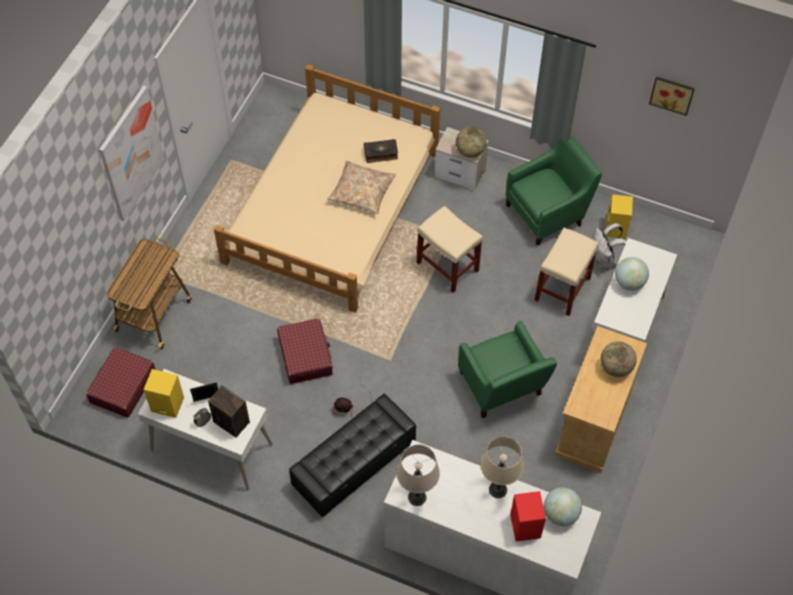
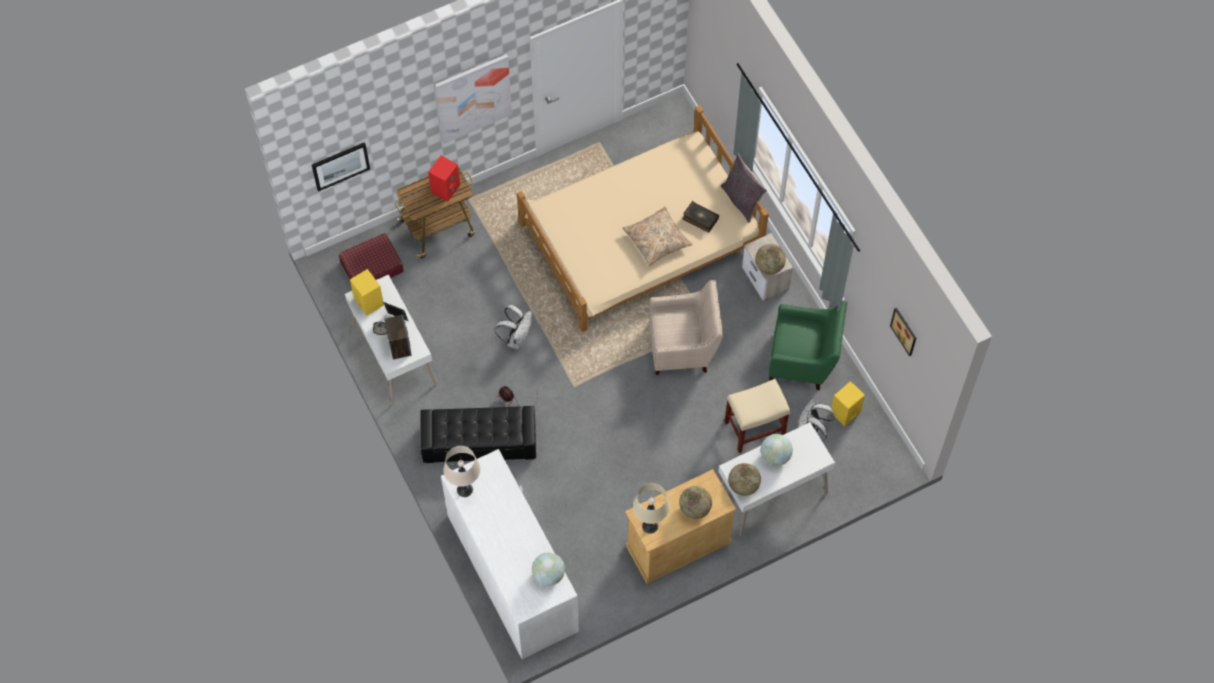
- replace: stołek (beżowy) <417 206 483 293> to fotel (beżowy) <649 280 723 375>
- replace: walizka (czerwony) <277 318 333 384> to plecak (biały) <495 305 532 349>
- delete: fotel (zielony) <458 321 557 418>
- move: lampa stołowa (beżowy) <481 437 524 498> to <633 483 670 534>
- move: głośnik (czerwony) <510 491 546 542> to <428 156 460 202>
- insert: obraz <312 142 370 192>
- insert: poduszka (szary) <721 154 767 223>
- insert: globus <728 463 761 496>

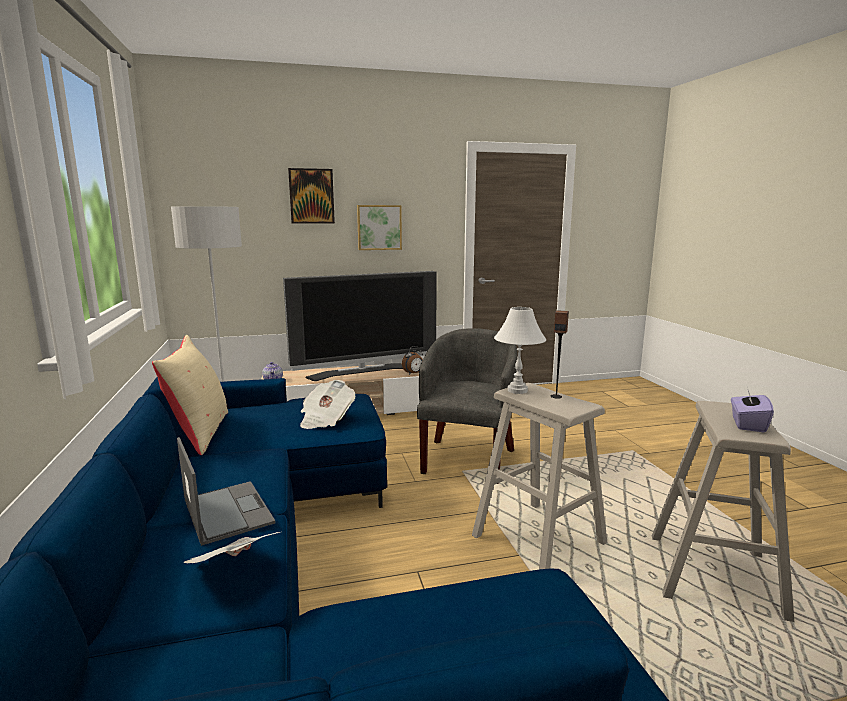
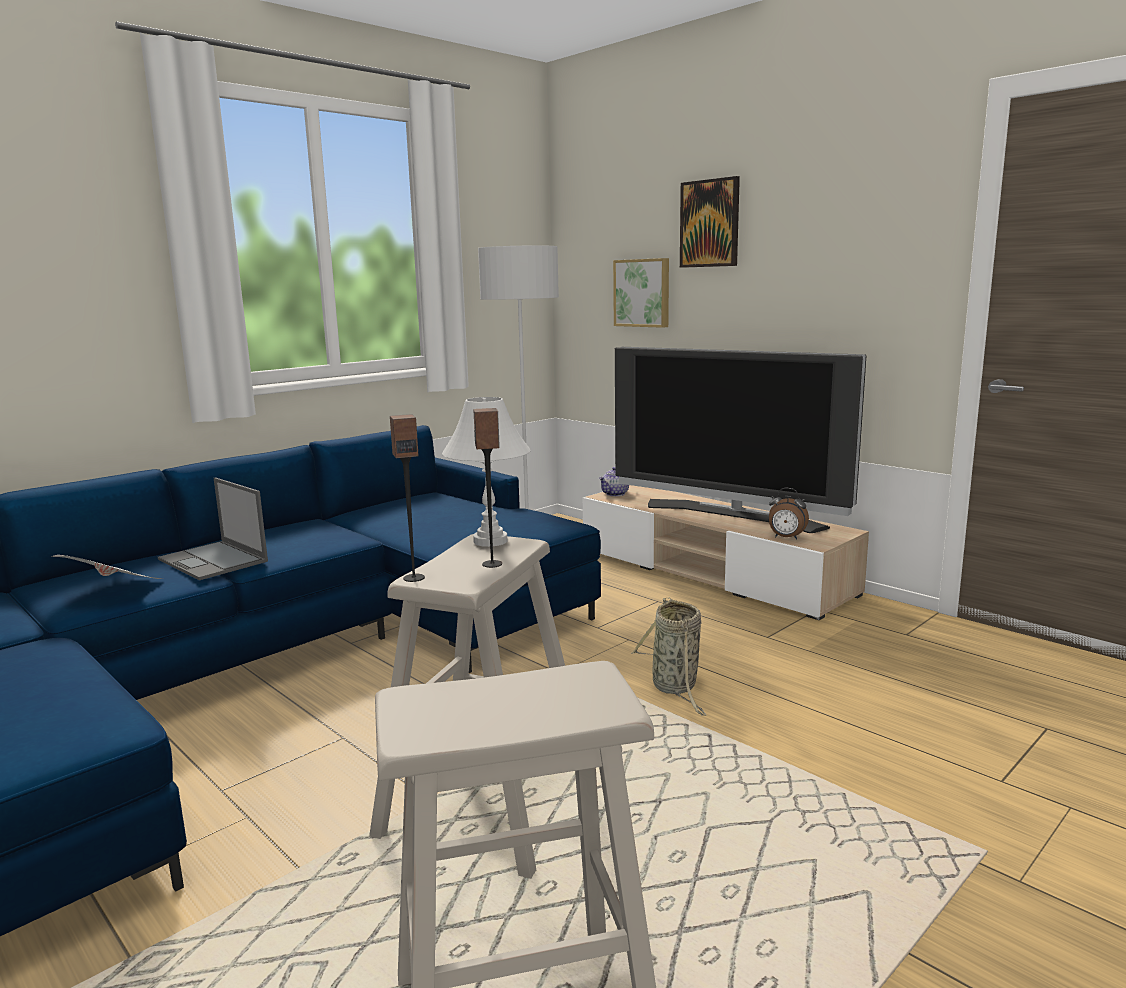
- move: obraz <357 205 402 250> to <613 258 669 328>
- replace: fotel (szary) <417 328 518 484> to koszyk <631 598 707 716>
- delete: poduszka (beżowy) <152 335 228 455>
- delete: gazeta <300 380 356 429>
- delete: pudełko chusteczek (fioletowy) <731 390 774 432>
- rotate: laptop <177 437 276 546> = <158 478 268 580> 105 degrees clockwise
- insert: głośnik <390 414 425 582>

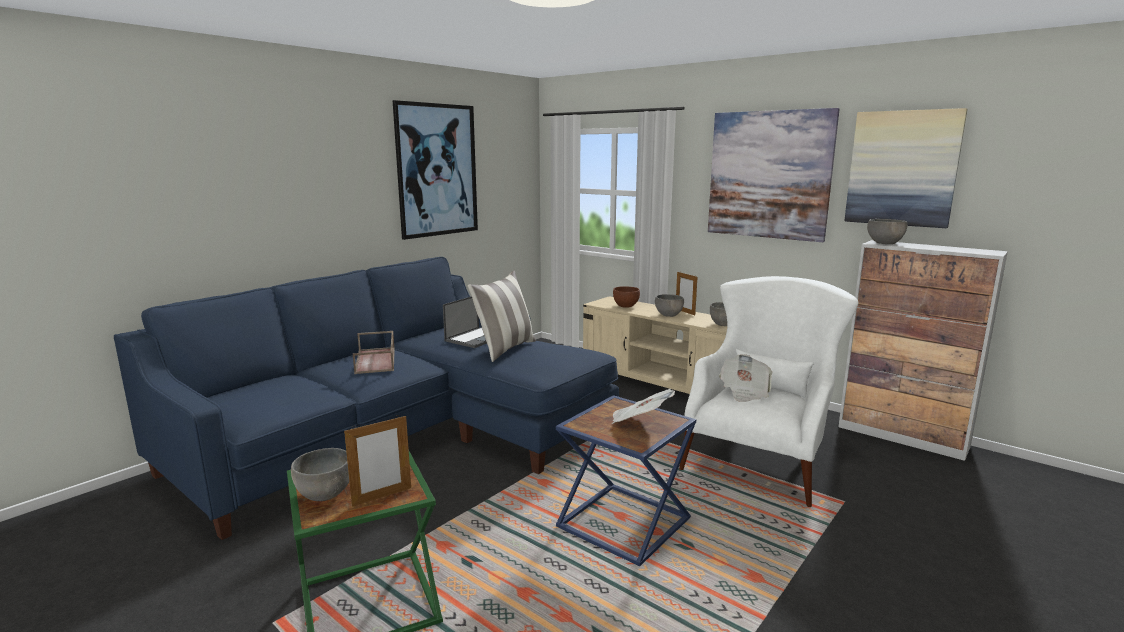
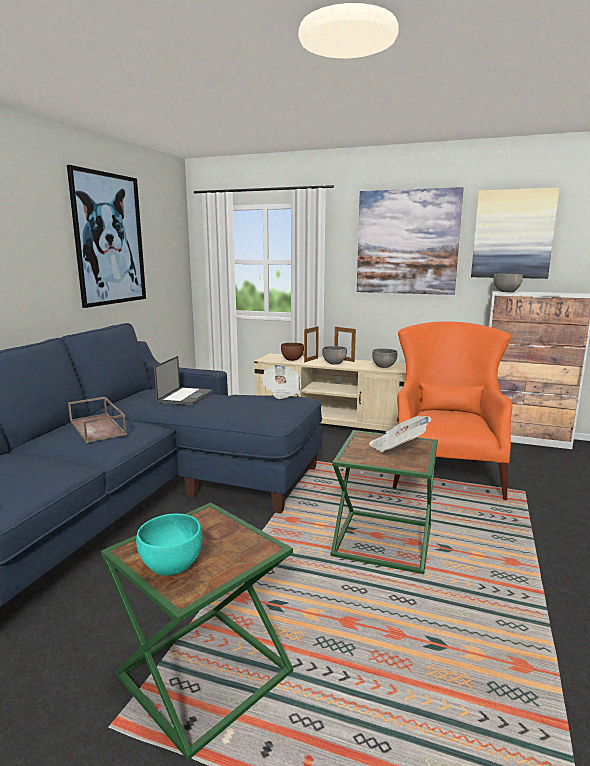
- delete: poduszka <468 271 536 362>
- recolor: fotel (biały) <679 276 859 507> to fotel (pomarańczowy) <393 321 513 500>
- move: gazeta <719 354 772 402> to <261 364 301 399>
- recolor: stolik (niebieski) <556 395 696 566> to stolik (zielony) <330 430 438 574>
- move: ramka na zdjęcie <344 415 411 506> to <304 326 319 363>
- recolor: miska (szary) <291 448 349 501> to miska (turkusowy) <136 513 203 576>

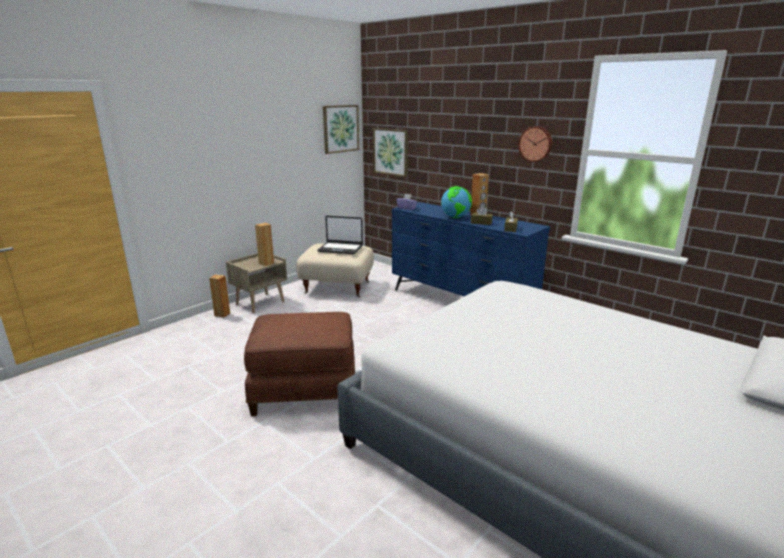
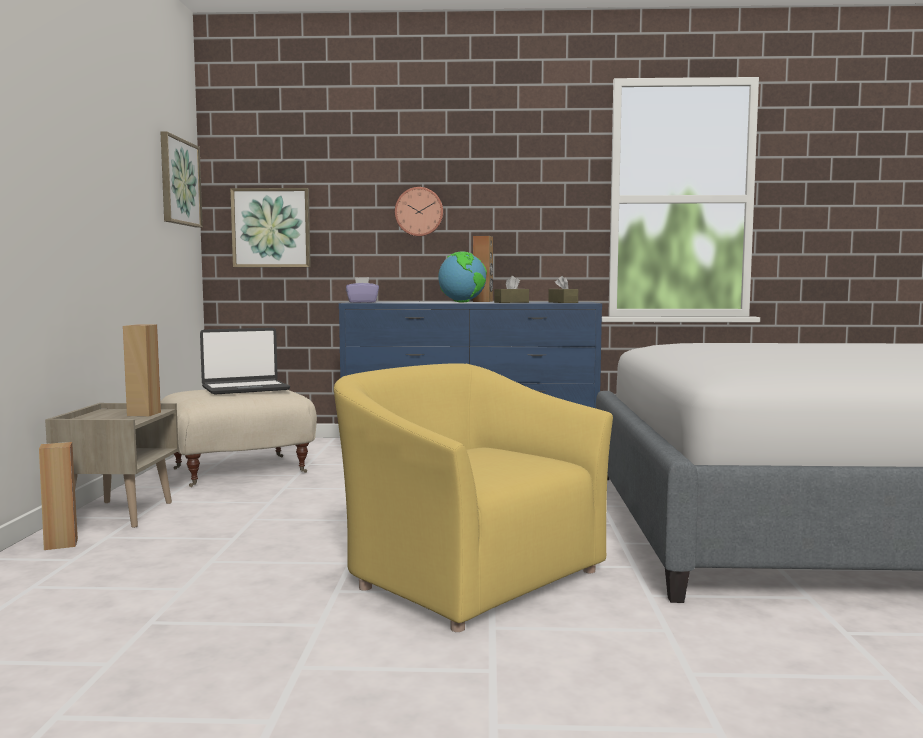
- move: zegar ścienny <518 126 552 162> to <395 187 444 237>
- replace: pufa (brązowy) <244 312 355 416> to fotel (żółty) <334 363 613 632>

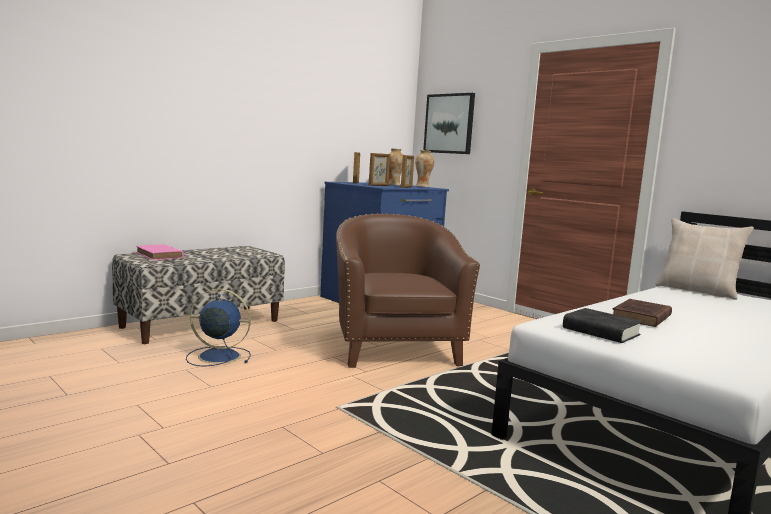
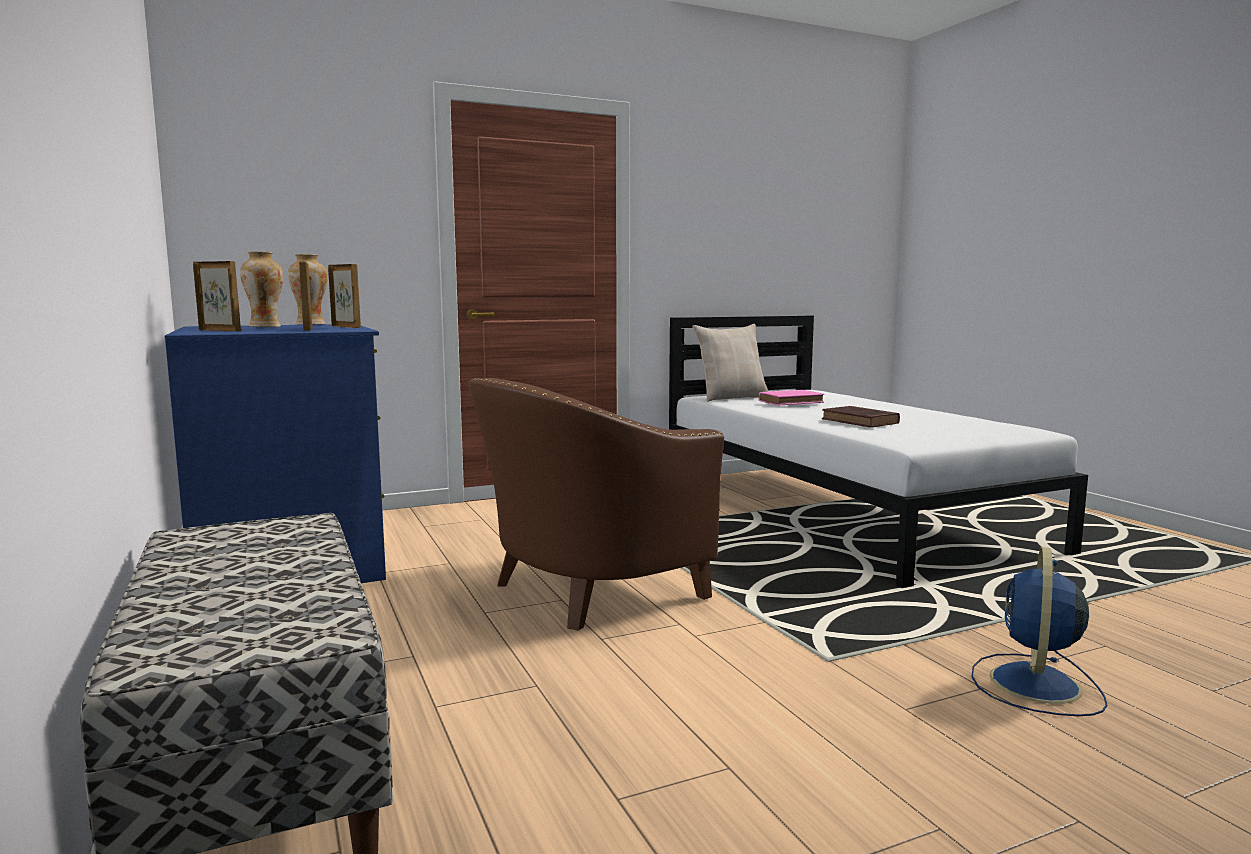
- delete: obraz <423 93 475 154>
- rotate: fotel (brązowy) <336 213 480 368> = <468 378 724 631> 45 degrees counterclockwise
- move: książka (różowy) <136 244 184 260> to <758 390 824 406>
- move: wentylator (niebieski) <186 289 251 367> to <972 547 1107 716>
- delete: książka (czarny) <563 308 642 343>

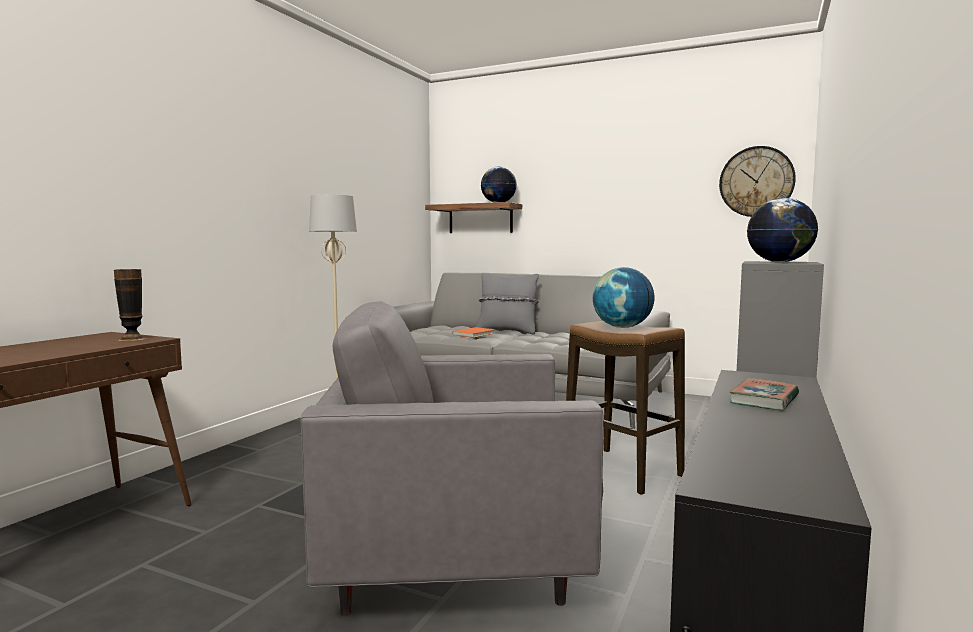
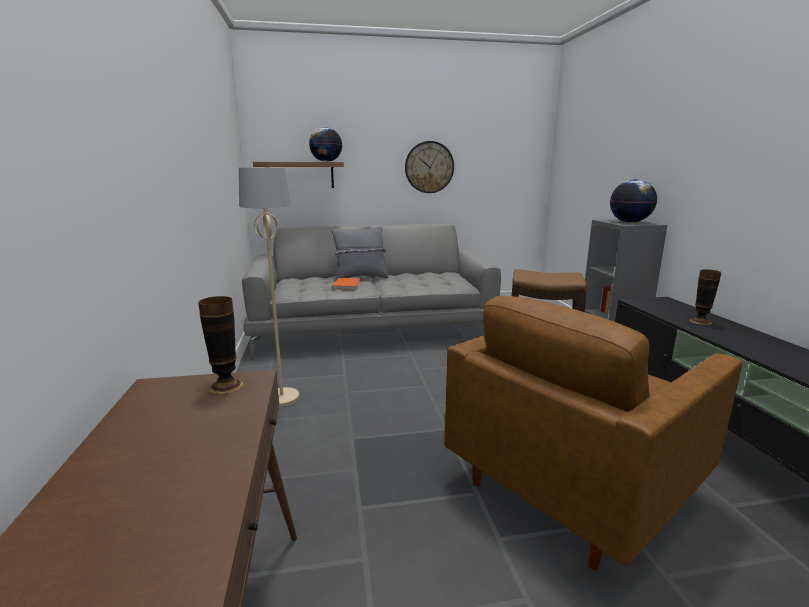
- move: zegar ścienny <719 146 796 217> to <405 141 454 193>
- delete: globus <593 267 655 328>
- recolor: fotel (szary) <300 301 604 615> to fotel (brązowy) <445 296 742 570>
- replace: książka <729 378 799 410> to wazon <689 269 721 325>

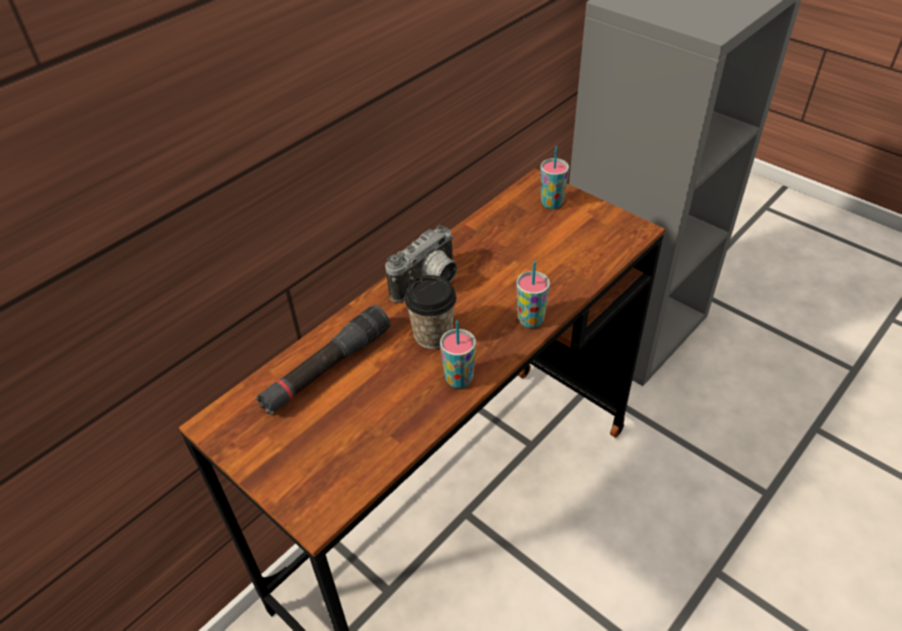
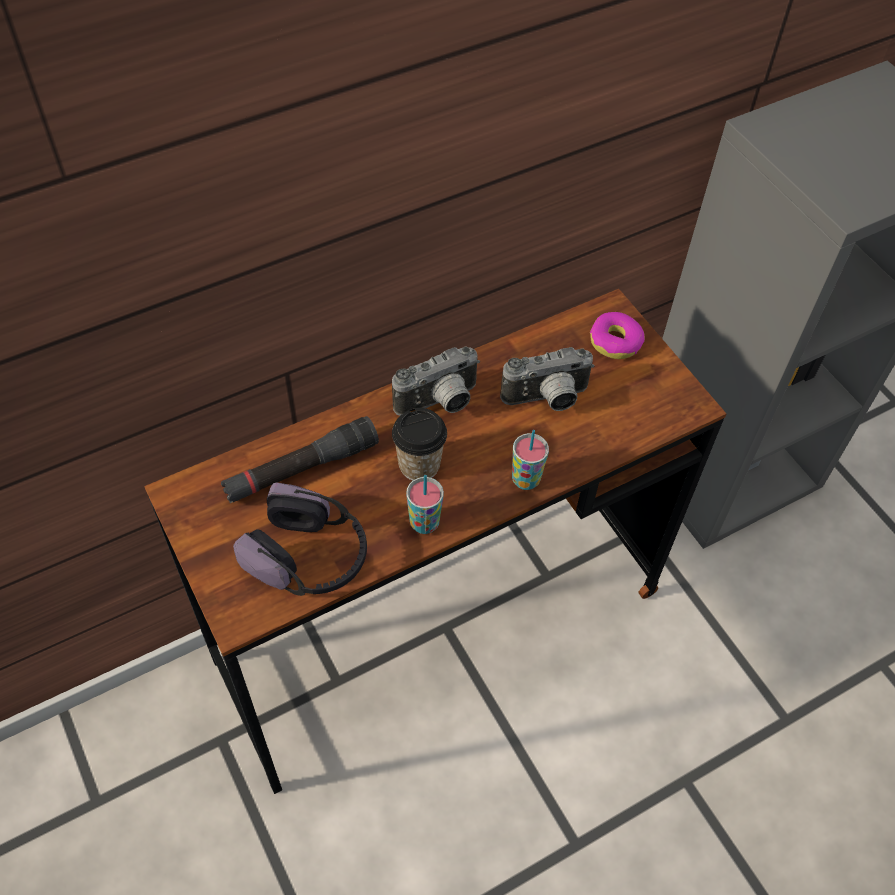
- replace: filiżanka <541 146 569 209> to donut <590 312 645 359>
- insert: aparat fotograficzny <500 347 595 411>
- insert: słuchawki <233 482 367 596>

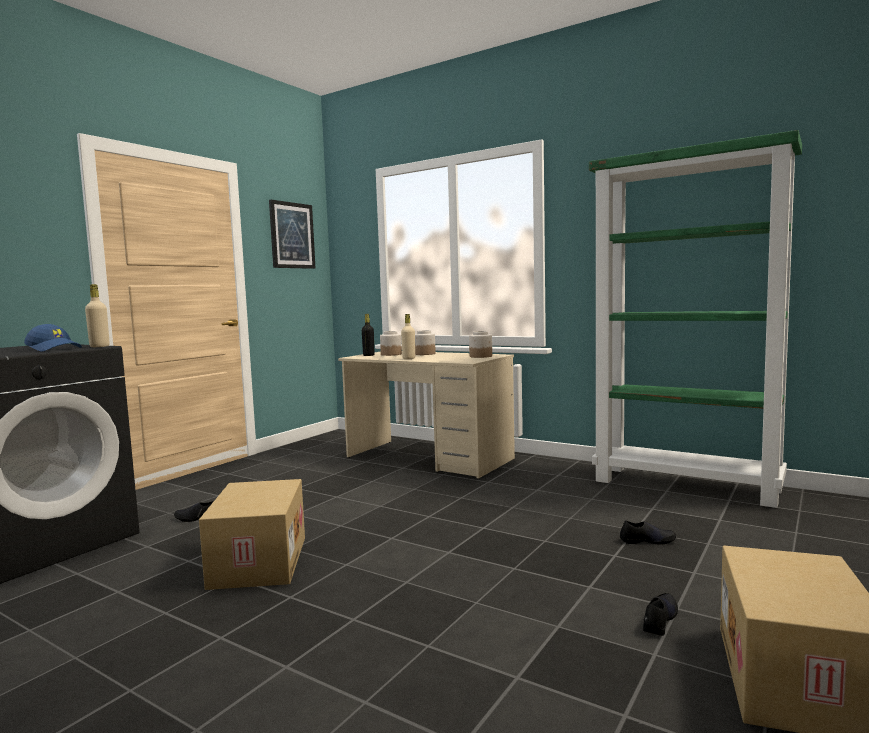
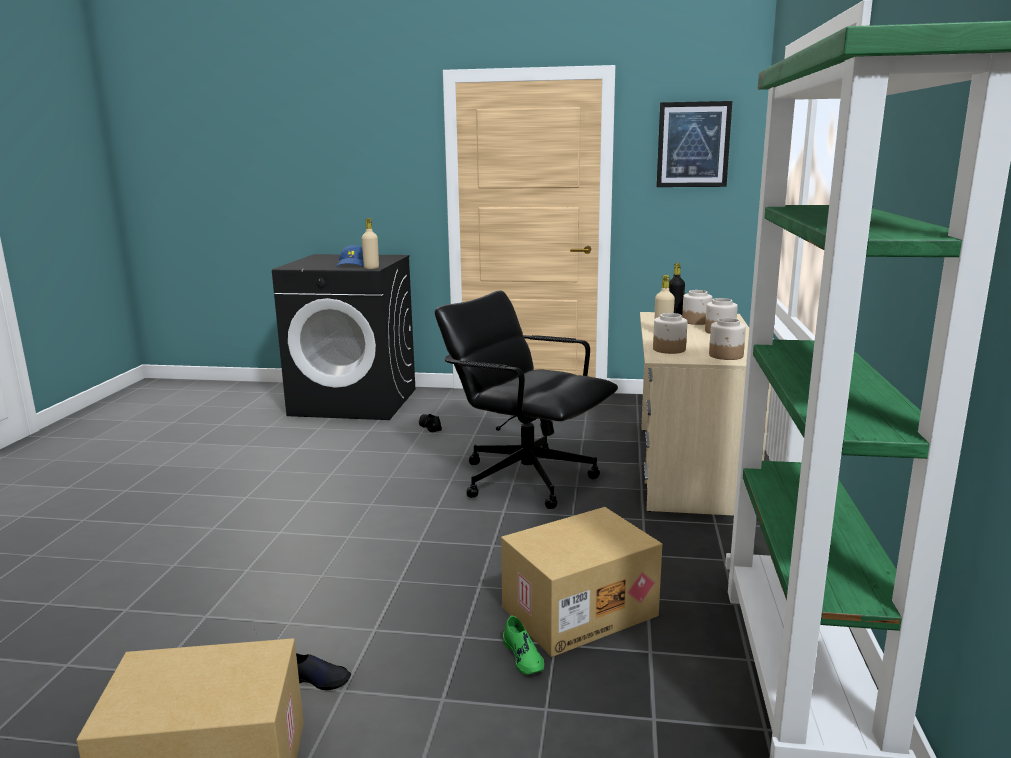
- move: karton <199 479 305 590> to <501 507 662 657>
- recolor: but (czarny) <620 520 676 545> to but (zielony) <503 615 544 675>
- insert: krzesło biurowe (czarny) <435 291 618 509>
- insert: słoik <653 313 687 354>

